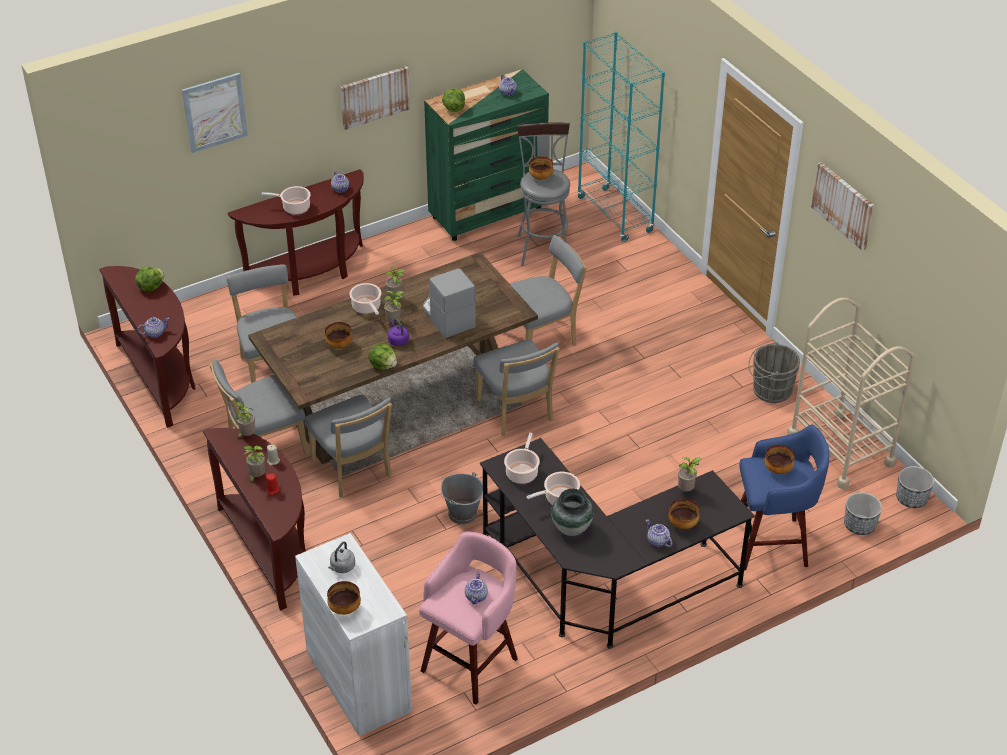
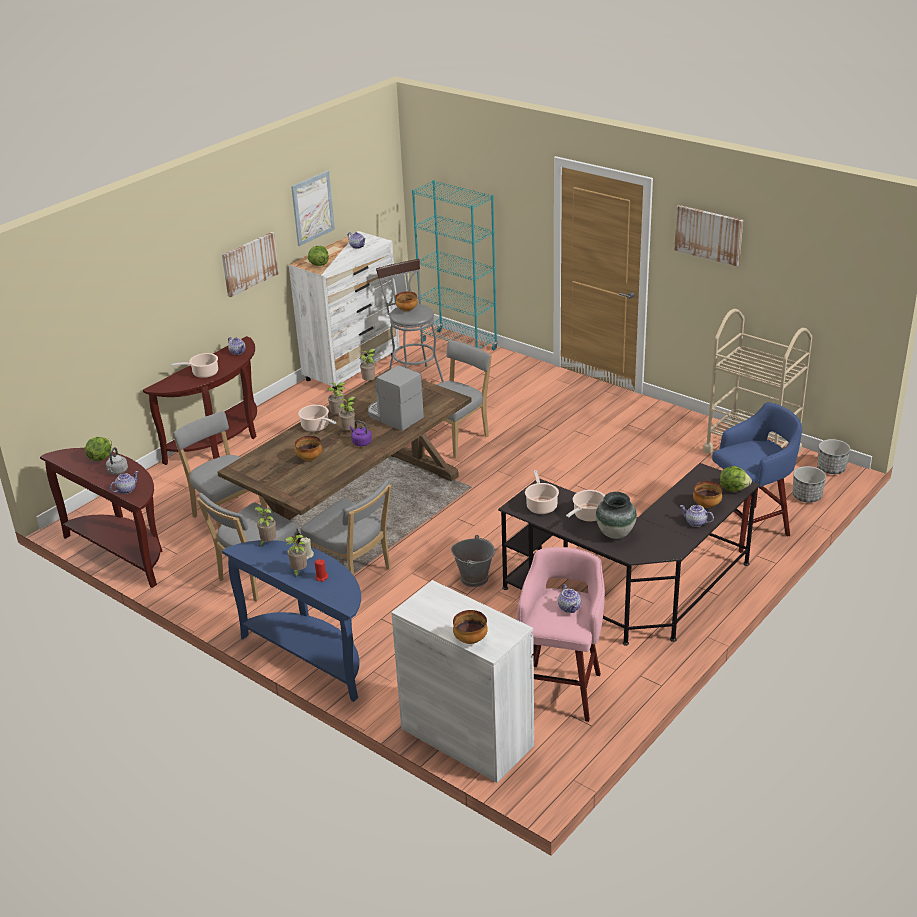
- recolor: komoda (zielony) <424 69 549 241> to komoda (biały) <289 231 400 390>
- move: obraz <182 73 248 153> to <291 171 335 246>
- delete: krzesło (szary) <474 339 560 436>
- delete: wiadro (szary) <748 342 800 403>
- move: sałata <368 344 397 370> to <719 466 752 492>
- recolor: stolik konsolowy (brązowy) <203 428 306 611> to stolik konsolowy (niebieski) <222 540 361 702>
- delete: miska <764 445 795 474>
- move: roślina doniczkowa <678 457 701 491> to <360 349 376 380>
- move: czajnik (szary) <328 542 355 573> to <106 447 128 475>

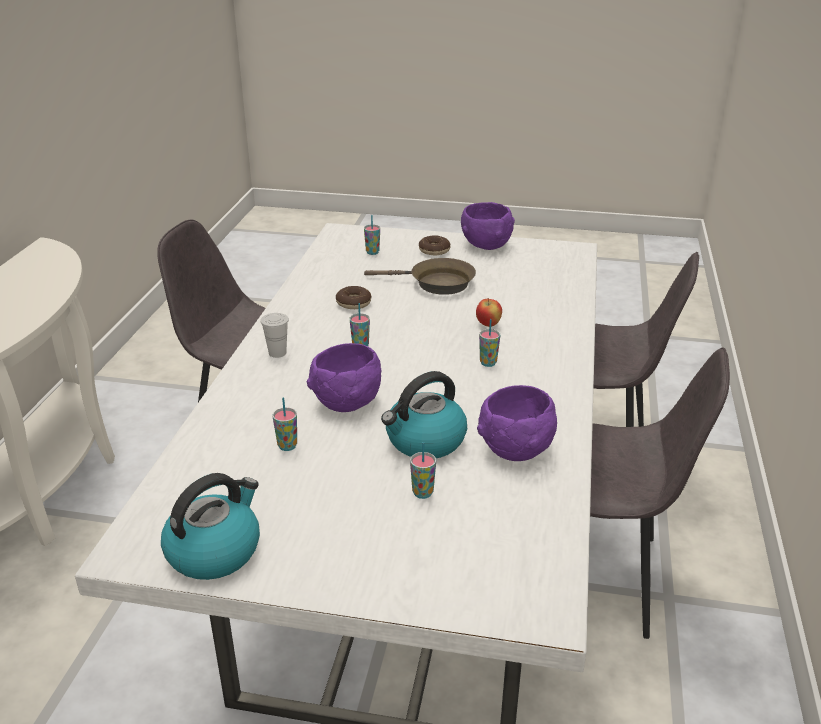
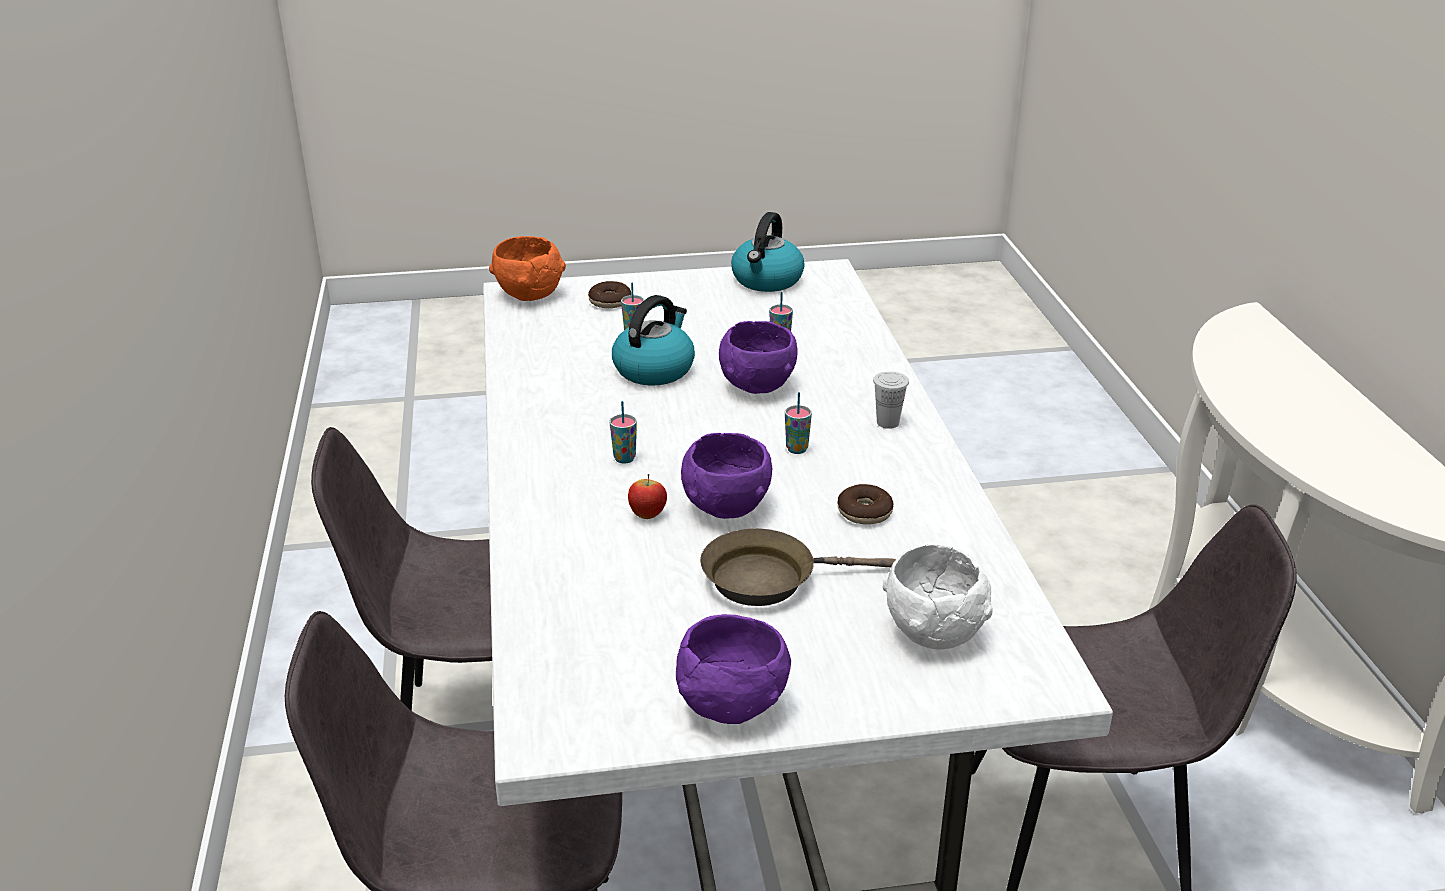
- replace: filiżanka <364 215 380 255> to miska (biały) <883 544 993 650>
- move: donut <419 235 450 256> to <588 281 631 308>
- move: miska (fioletowy) <477 385 557 461> to <681 433 772 519>
- insert: miska (pomarańczowy) <489 236 566 301>

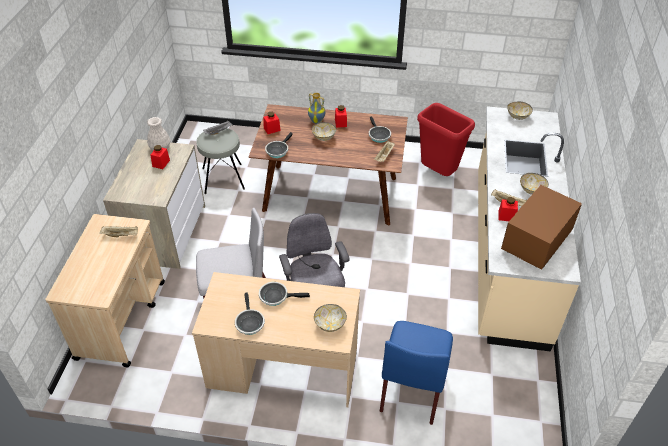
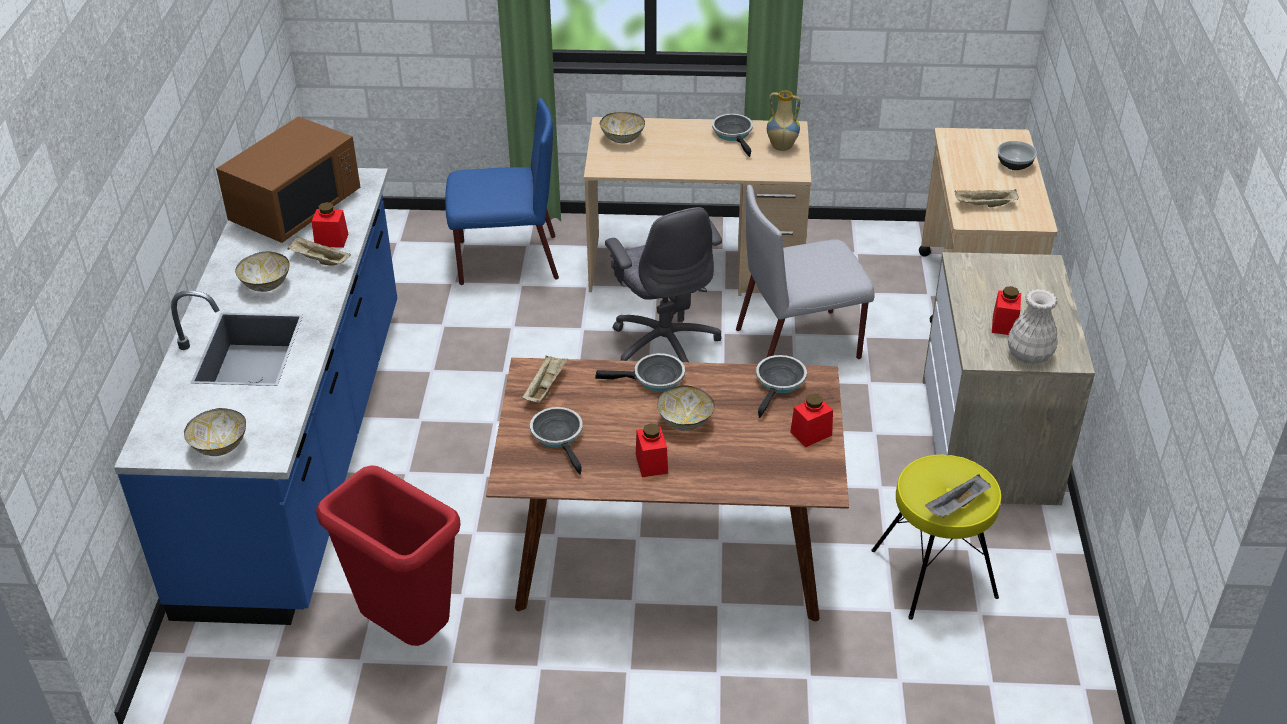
- move: wazon <308 93 326 124> to <767 91 801 151>
- recolor: zabudowa kuchenna (beżowy) <478 106 581 352> to zabudowa kuchenna (niebieski) <114 168 397 625>
- recolor: stołek (szary) <196 128 245 194> to stołek (żółty) <871 455 1001 620>
- move: patelnia <259 282 310 306> to <595 353 685 392>
- rotate: krzesło (niebieski) <380 321 453 425> = <445 98 559 285> 75 degrees clockwise
- insert: miska <997 141 1037 170>

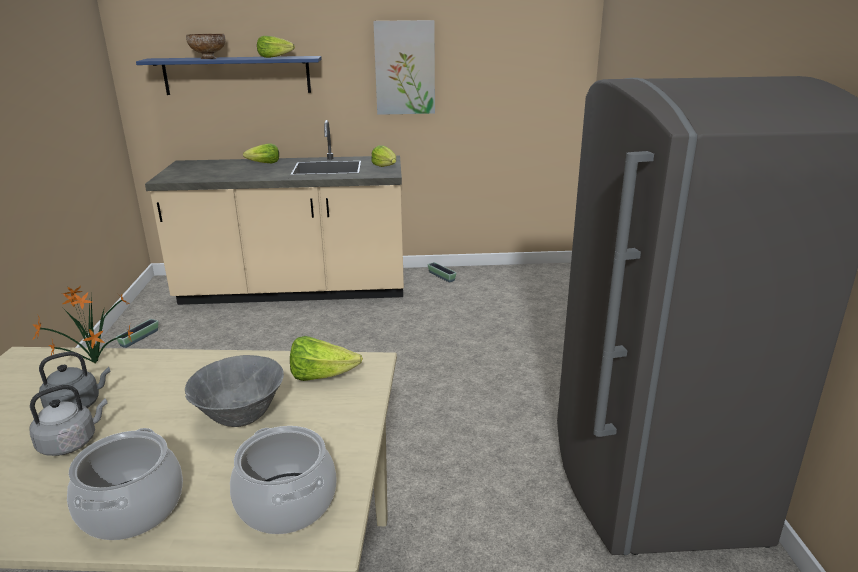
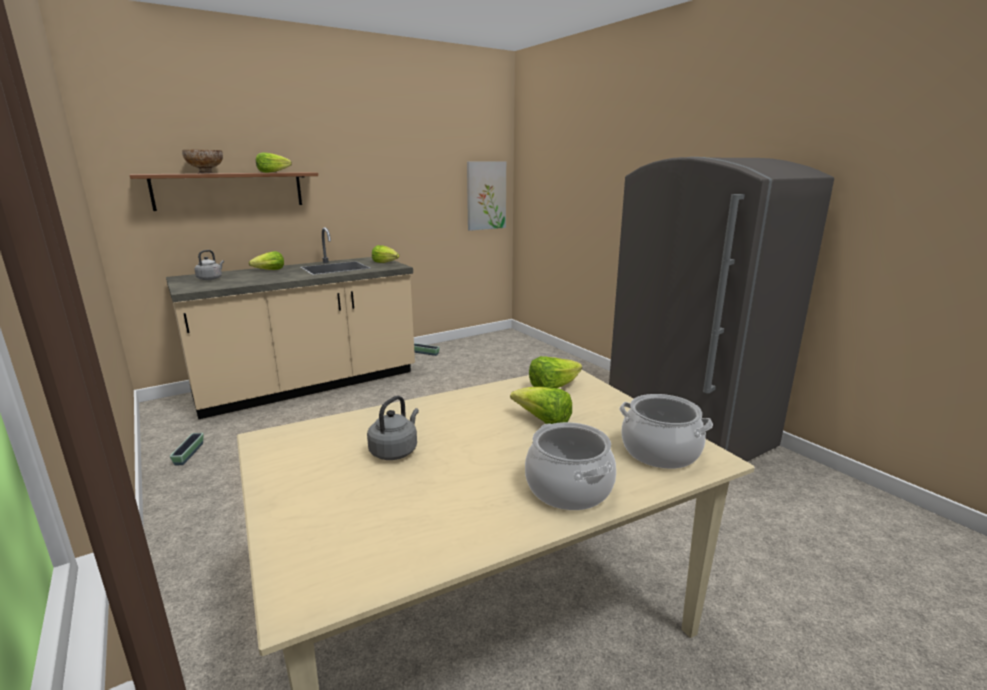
- move: obraz <373 20 435 115> to <467 162 506 231>
- recolor: półka (niebieski) <136 56 322 95> to półka (brązowy) <130 172 318 211>
- delete: roślina doniczkowa <32 286 133 363>
- replace: miska (szary) <185 355 284 427> to sałata <510 387 572 424>
- move: czajnik (szary) <30 385 107 456> to <194 250 224 280>

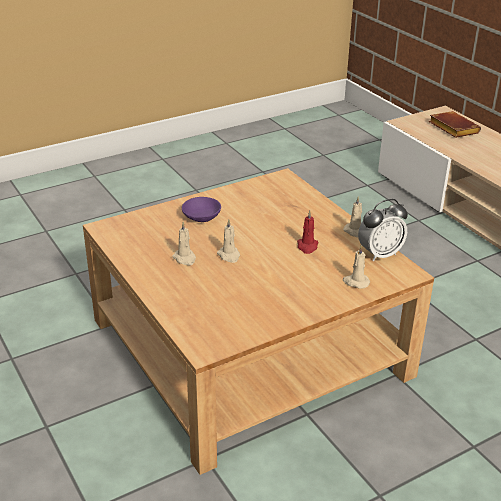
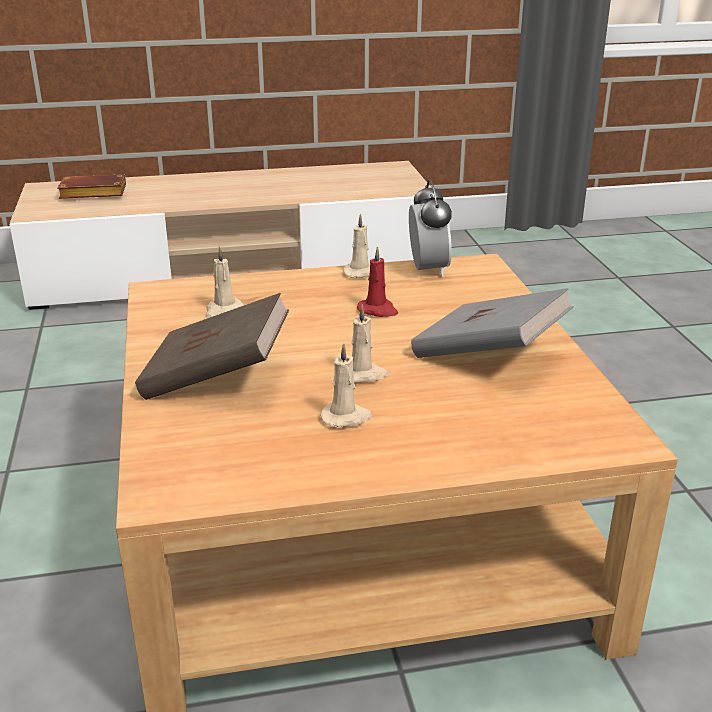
- replace: miska (fioletowy) <182 197 221 222> to książka (brązowy) <135 293 289 400>
- move: świeca (beżowy) <343 245 370 289> to <205 246 243 318>
- insert: książka (szary) <411 288 574 358>

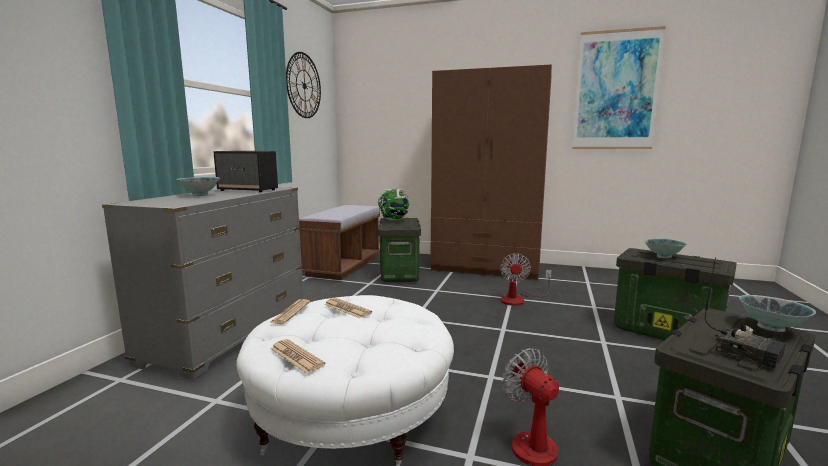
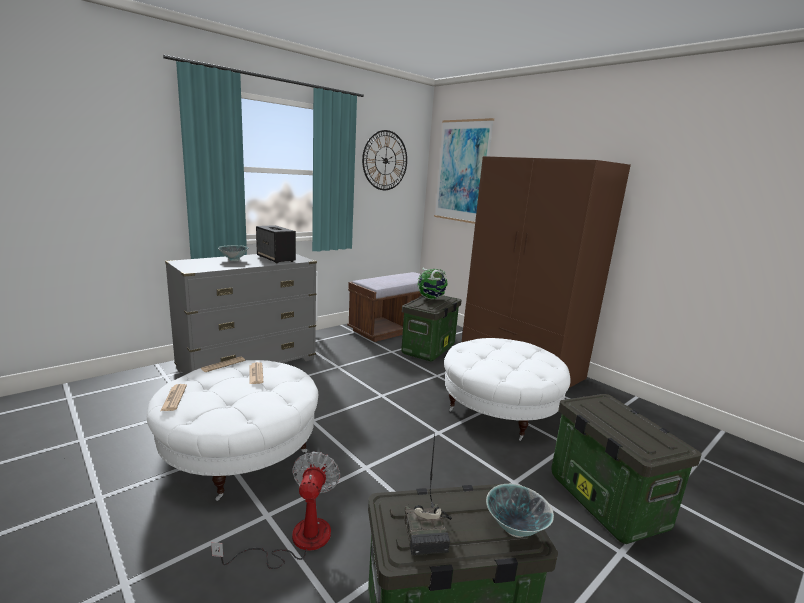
- move: obraz <572 26 666 149> to <434 118 494 224>
- delete: miska <644 238 687 258>
- replace: wentylator <500 253 552 306> to pufa (biały) <444 338 570 441>

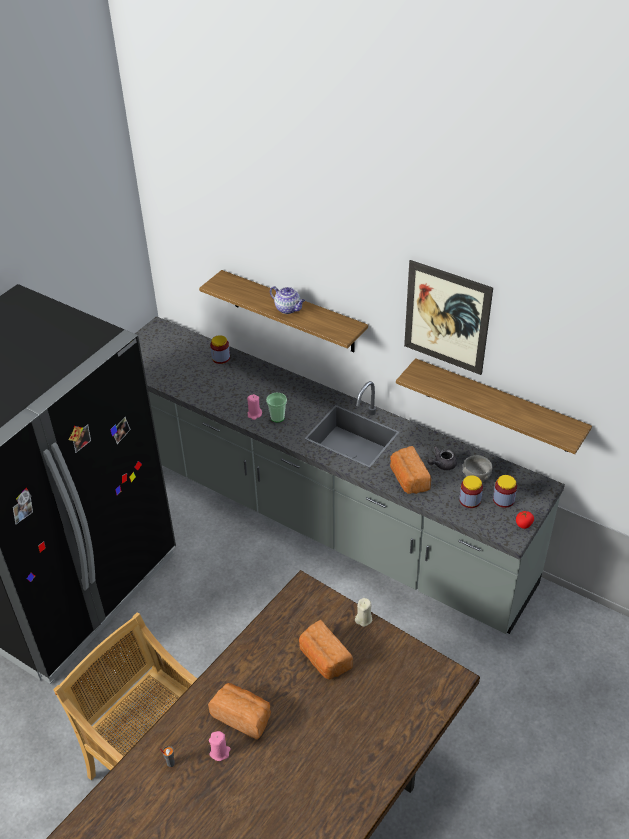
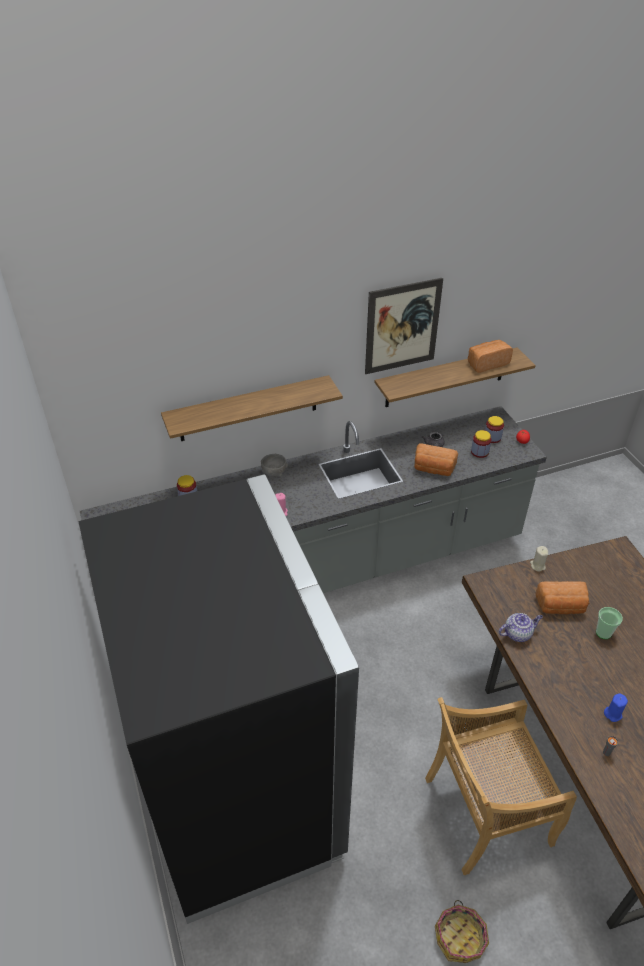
- move: imbryk <270 286 305 314> to <498 613 543 642>
- move: filiżanka <266 393 287 422> to <596 607 623 639>
- move: miska (szary) <463 455 493 482> to <261 454 288 477>
- move: chleb <208 683 271 740> to <468 340 513 373>
- recolor: świeca (różowy) <209 731 231 761> to świeca (niebieski) <604 693 628 722>
- insert: koszyk <435 900 489 963>

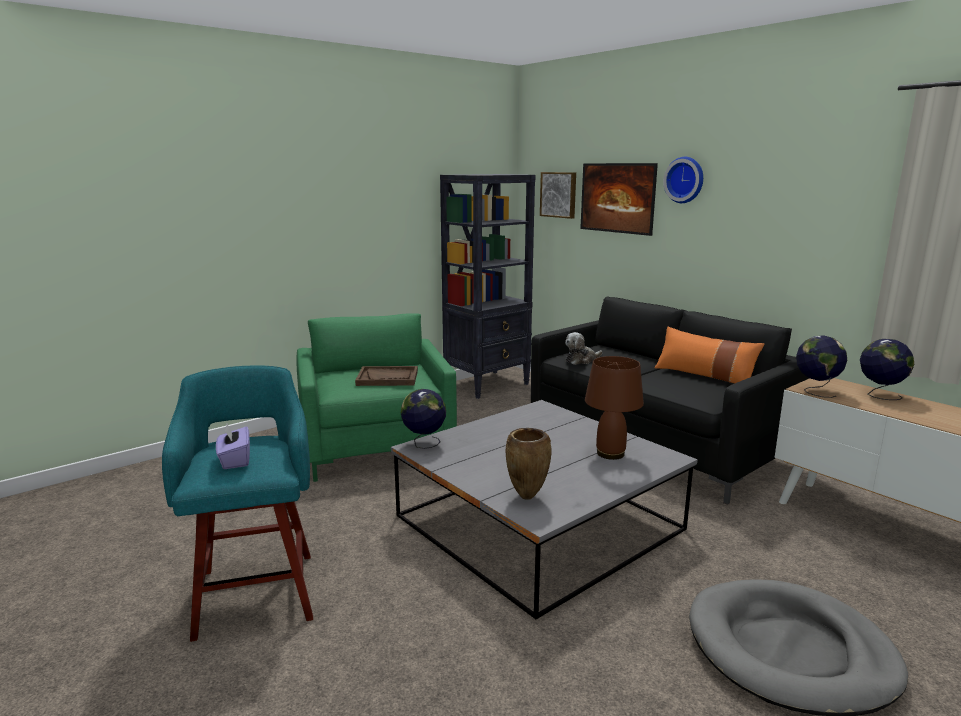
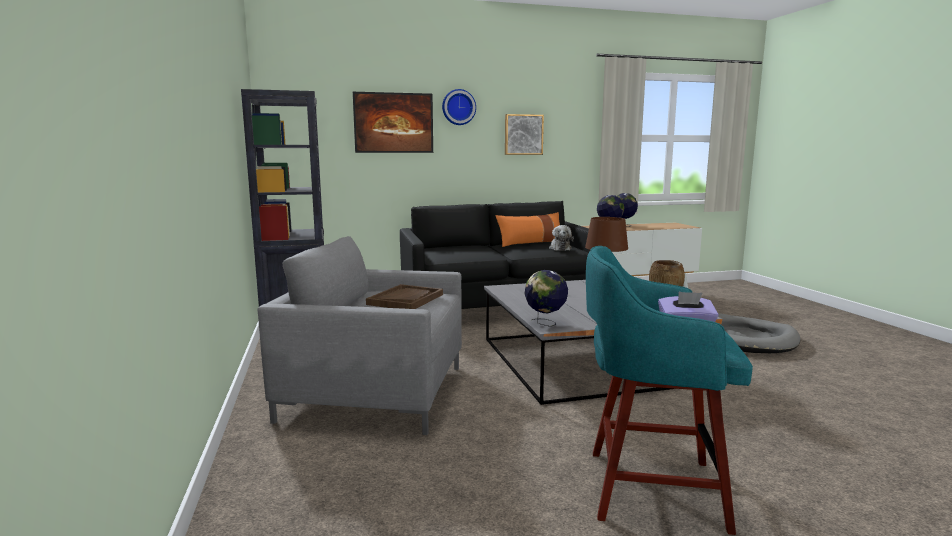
- move: obraz <540 172 576 219> to <505 114 544 155>
- recolor: fotel (zielony) <297 313 457 482> to fotel (szary) <257 236 462 435>
- move: pluszak <565 332 603 365> to <549 225 574 251>

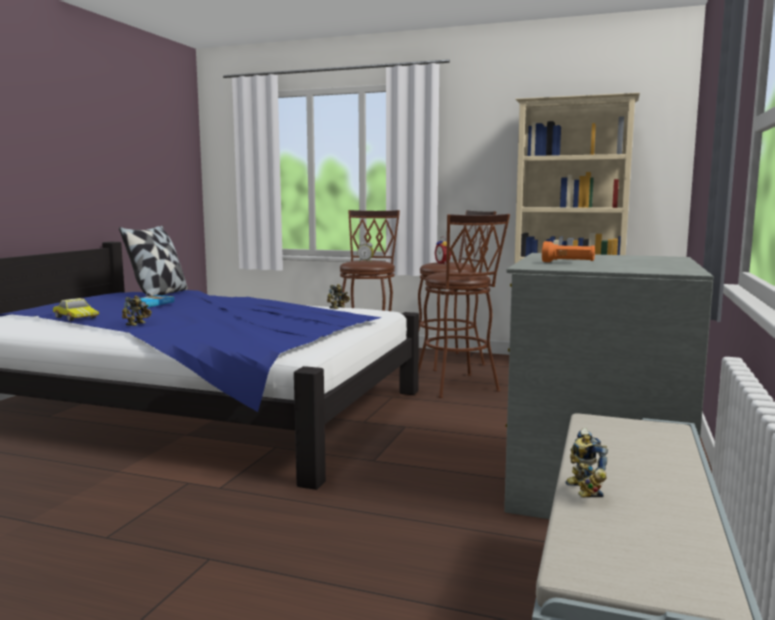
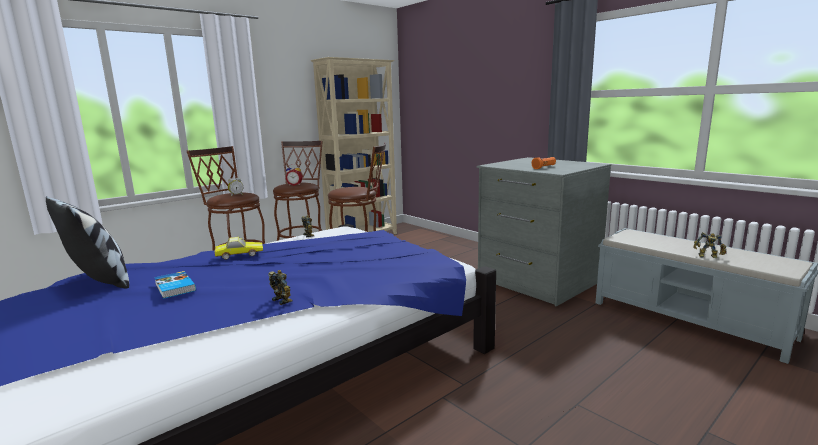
- move: samochodzik <53 298 99 321> to <215 237 263 260>

